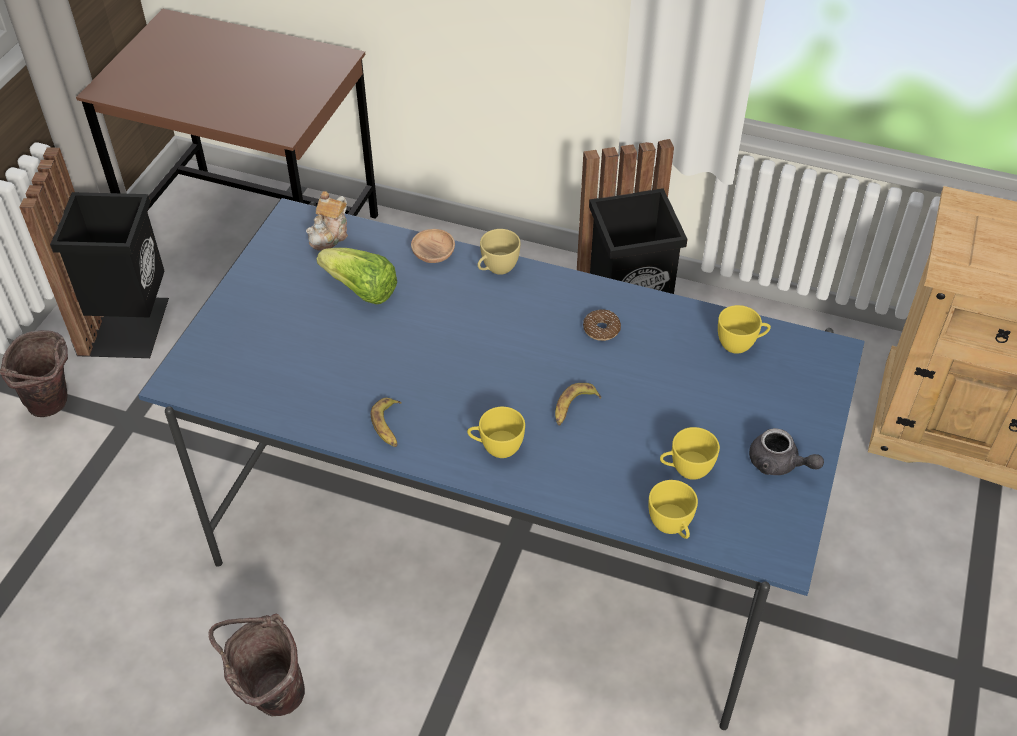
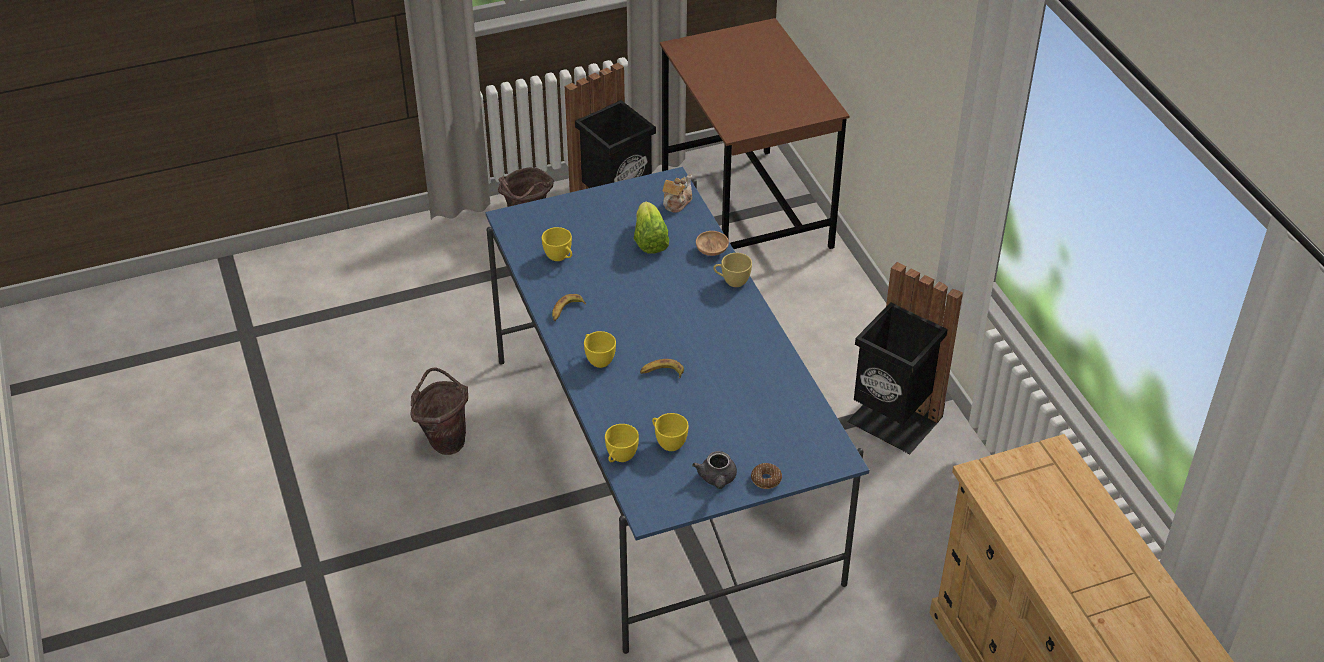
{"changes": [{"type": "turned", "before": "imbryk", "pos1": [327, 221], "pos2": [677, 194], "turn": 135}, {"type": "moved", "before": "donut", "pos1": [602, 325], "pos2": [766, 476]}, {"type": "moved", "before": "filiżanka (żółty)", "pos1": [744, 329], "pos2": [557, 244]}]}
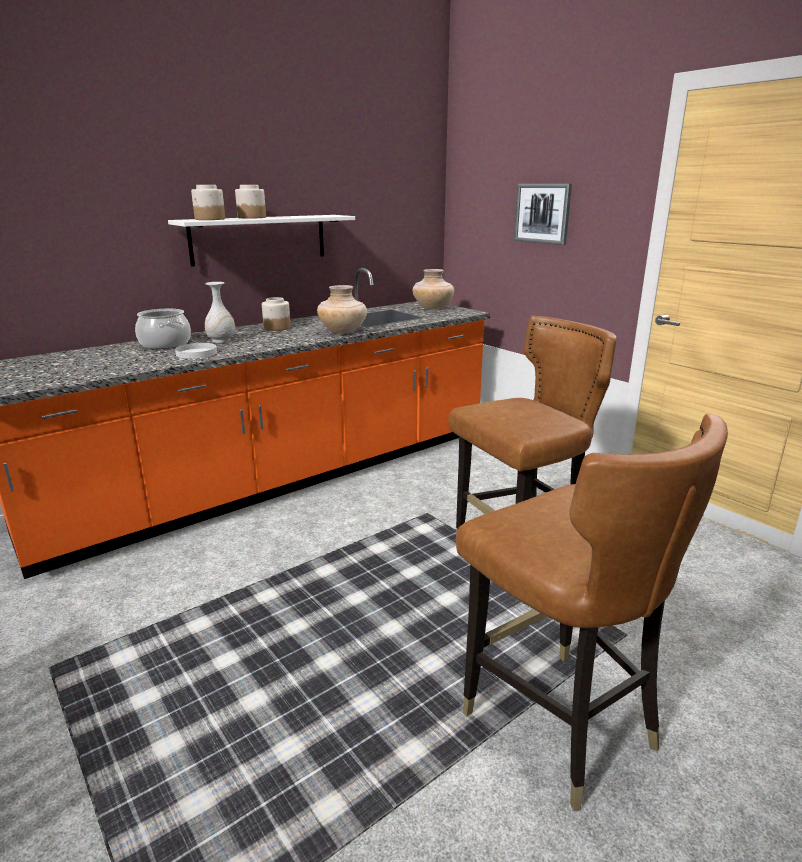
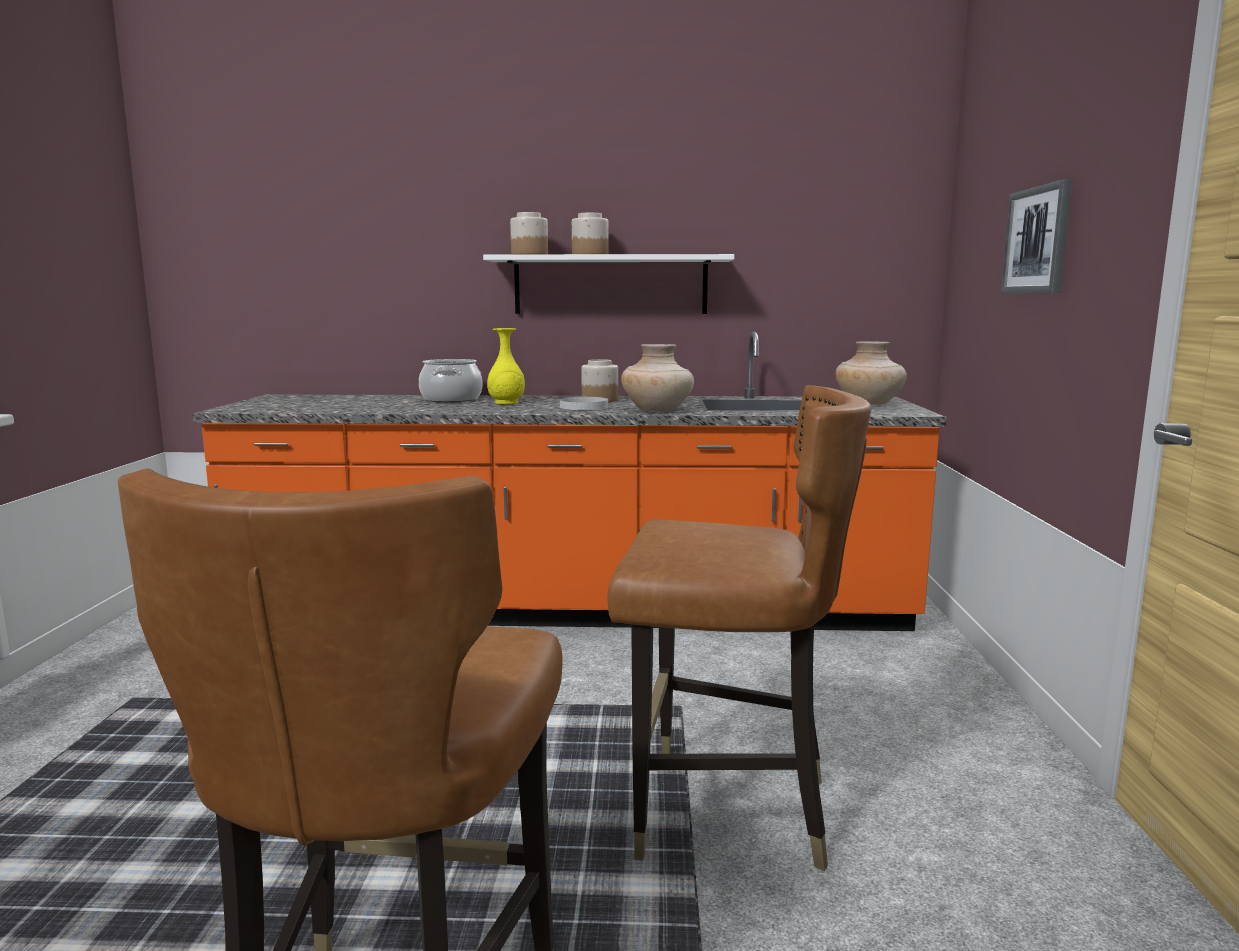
{"changes": [{"type": "moved", "before": "talerz (biały)", "pos1": [196, 351], "pos2": [584, 403]}, {"type": "recoloured", "before": "wazon (biały)", "after": "wazon (żółty)", "pos1": [220, 312], "pos2": [506, 366]}]}
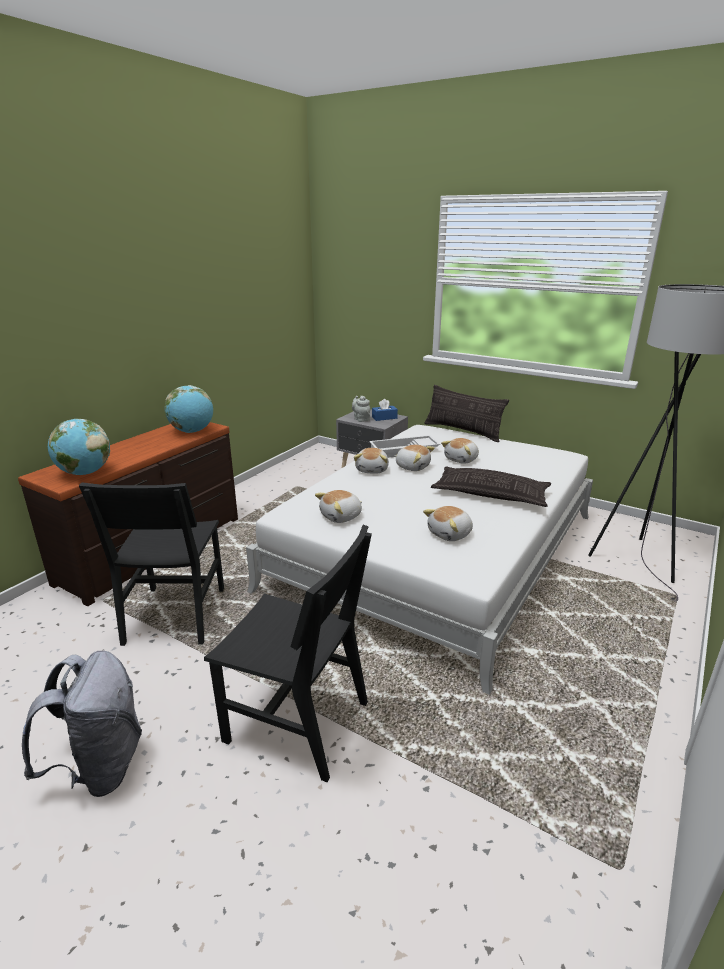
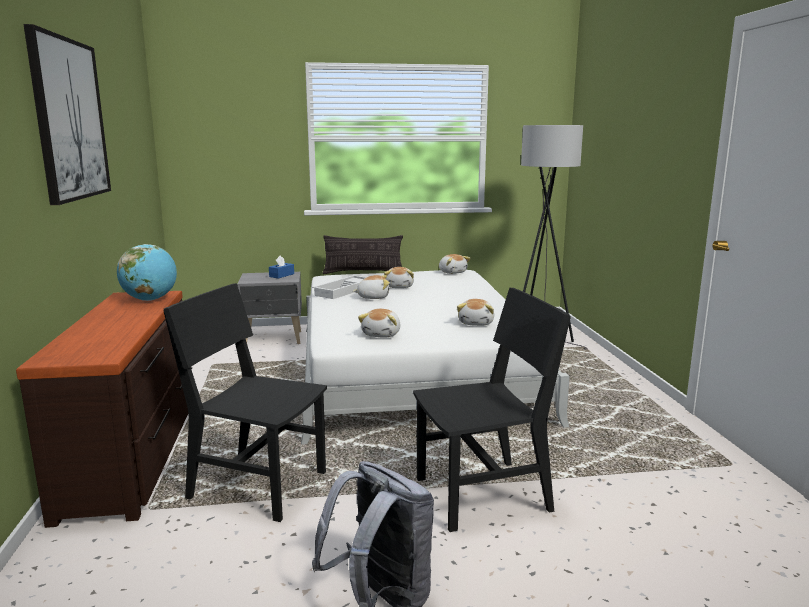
{"changes": [{"type": "removed", "before": "globus", "pos1": [79, 447]}, {"type": "turned", "before": "krzesło (czarny)", "pos1": [151, 564], "pos2": [245, 402], "turn": 150}, {"type": "removed", "before": "imbryk (szary)", "pos1": [361, 409]}, {"type": "moved", "before": "pluszak", "pos1": [371, 461], "pos2": [455, 264]}, {"type": "removed", "before": "poduszka", "pos1": [491, 487]}, {"type": "added", "after": "obraz", "pos2": [67, 114]}]}
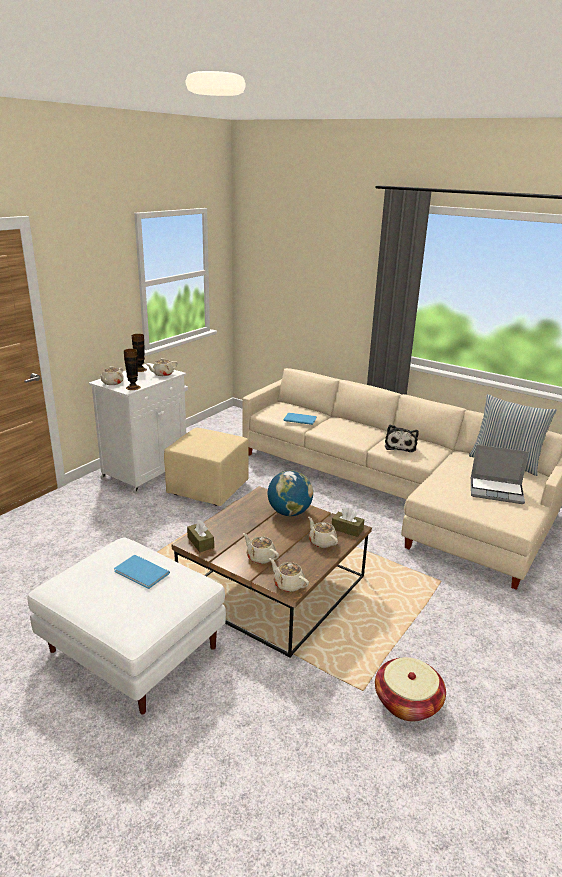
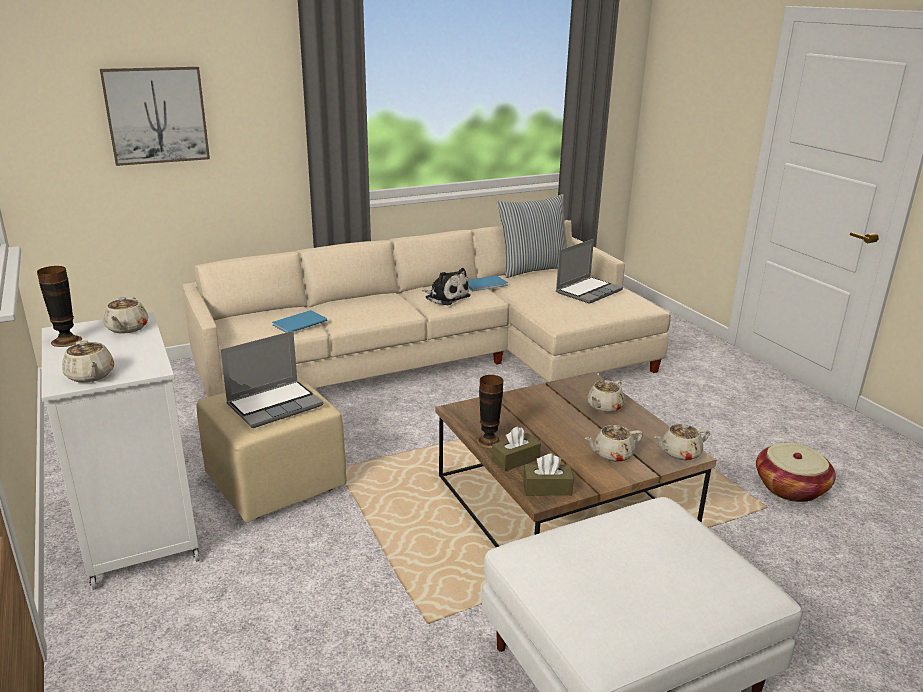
{"changes": [{"type": "moved", "before": "książka (niebieski)", "pos1": [142, 572], "pos2": [488, 283]}, {"type": "moved", "before": "wazon", "pos1": [132, 369], "pos2": [489, 411]}, {"type": "removed", "before": "globus", "pos1": [290, 493]}, {"type": "turned", "before": "imbryk (beżowy)", "pos1": [323, 532], "pos2": [606, 396], "turn": -45}, {"type": "moved", "before": "pudełko chusteczek (brązowy)", "pos1": [348, 522], "pos2": [516, 448]}, {"type": "added", "after": "obraz", "pos2": [155, 116]}, {"type": "added", "after": "laptop", "pos2": [271, 379]}]}
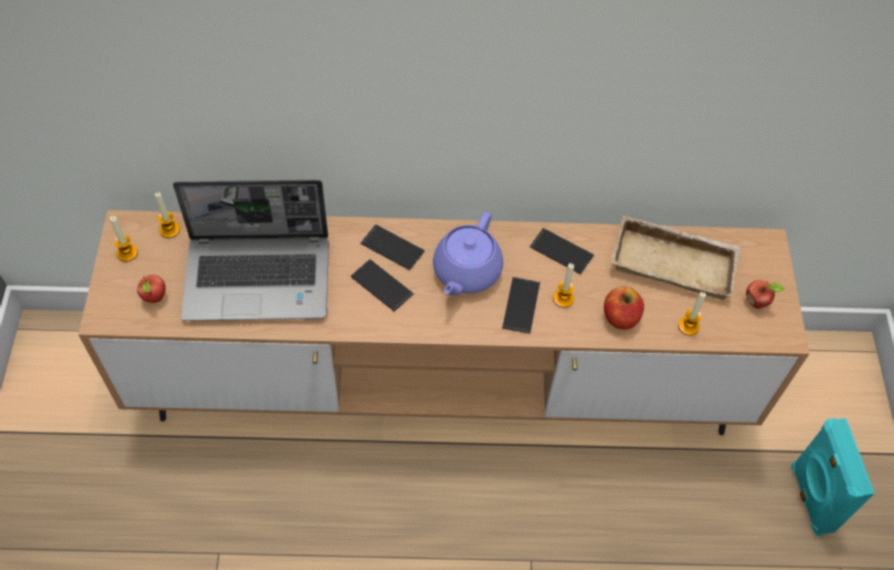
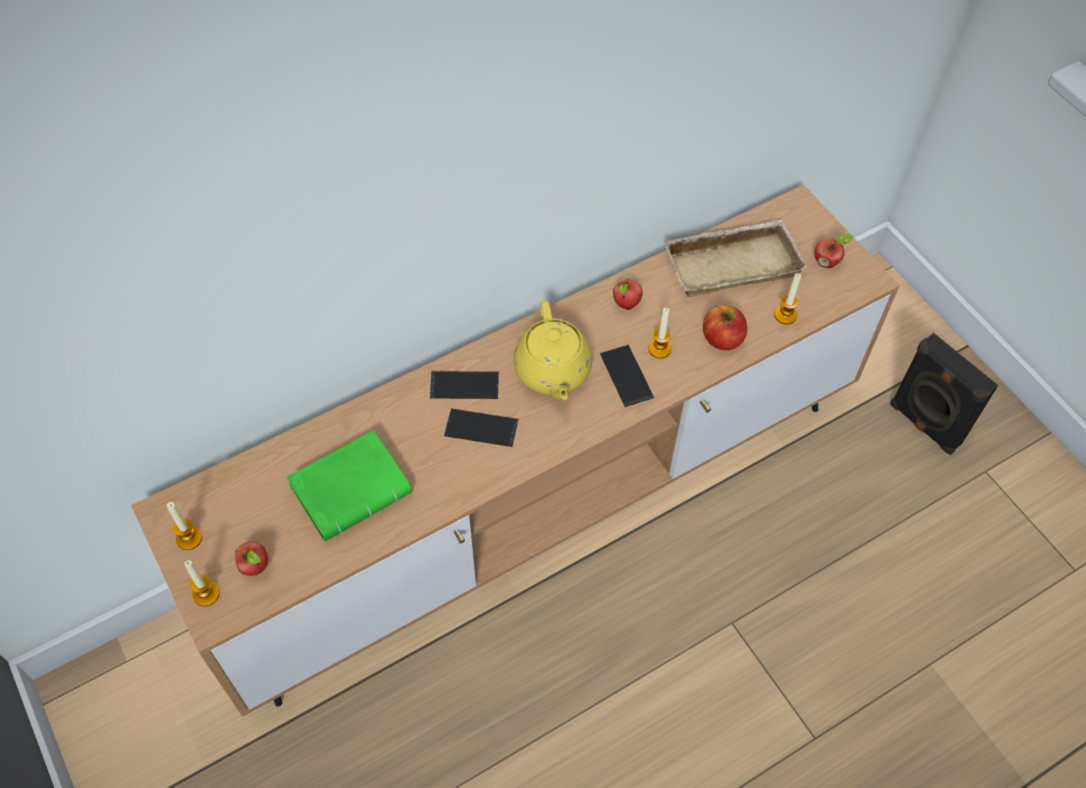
{"changes": [{"type": "moved", "before": "świeca", "pos1": [167, 215], "pos2": [202, 583]}, {"type": "replaced", "before": "laptop", "after": "książka (zielony)", "pos1": [251, 250], "pos2": [349, 485]}, {"type": "recoloured", "before": "imbryk (fioletowy)", "after": "imbryk (żółty)", "pos1": [468, 254], "pos2": [553, 350]}, {"type": "replaced", "before": "telefon", "after": "jabłko", "pos1": [562, 251], "pos2": [628, 294]}, {"type": "recoloured", "before": "głośnik (turkusowy)", "after": "głośnik (czarny)", "pos1": [833, 477], "pos2": [944, 394]}]}
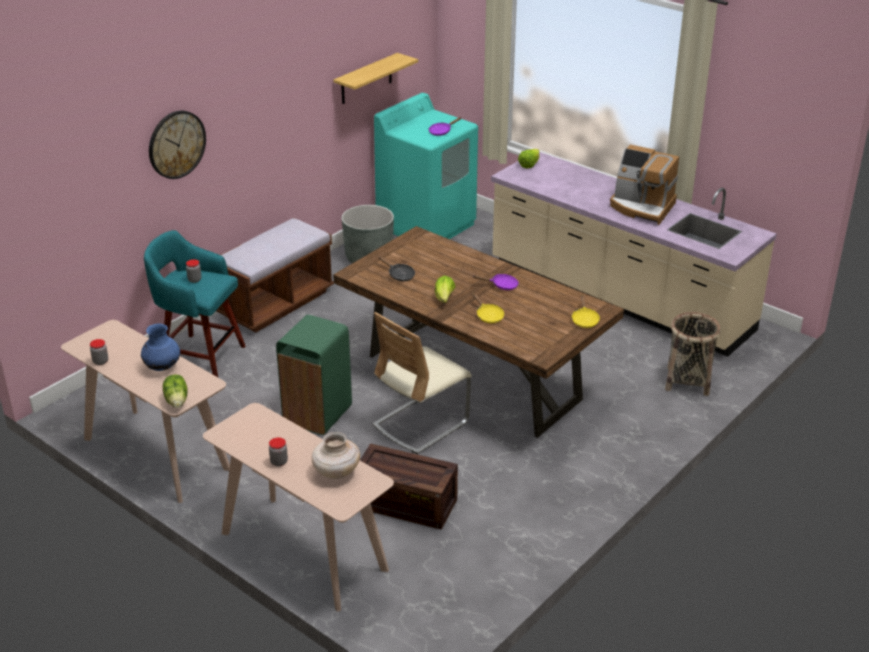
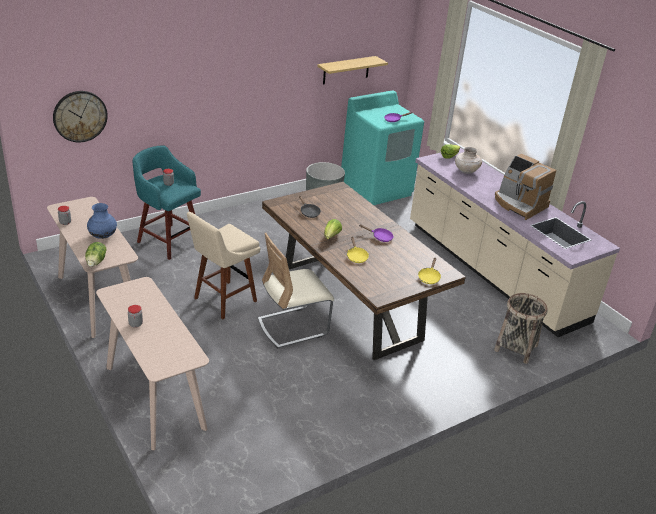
{"changes": [{"type": "moved", "before": "zegar ścienny", "pos1": [177, 145], "pos2": [80, 116]}, {"type": "removed", "before": "ławka (brązowy)", "pos1": [275, 275]}, {"type": "replaced", "before": "kosz na śmieci (zielony)", "after": "stołek (beżowy)", "pos1": [314, 375], "pos2": [223, 265]}, {"type": "moved", "before": "wazon (beżowy)", "pos1": [336, 455], "pos2": [468, 160]}, {"type": "removed", "before": "skrzynka", "pos1": [409, 486]}]}
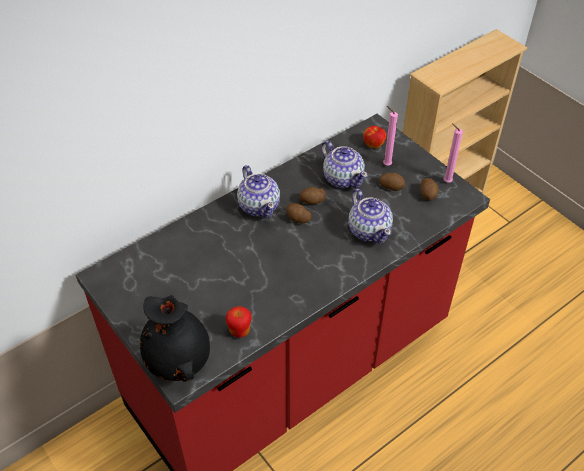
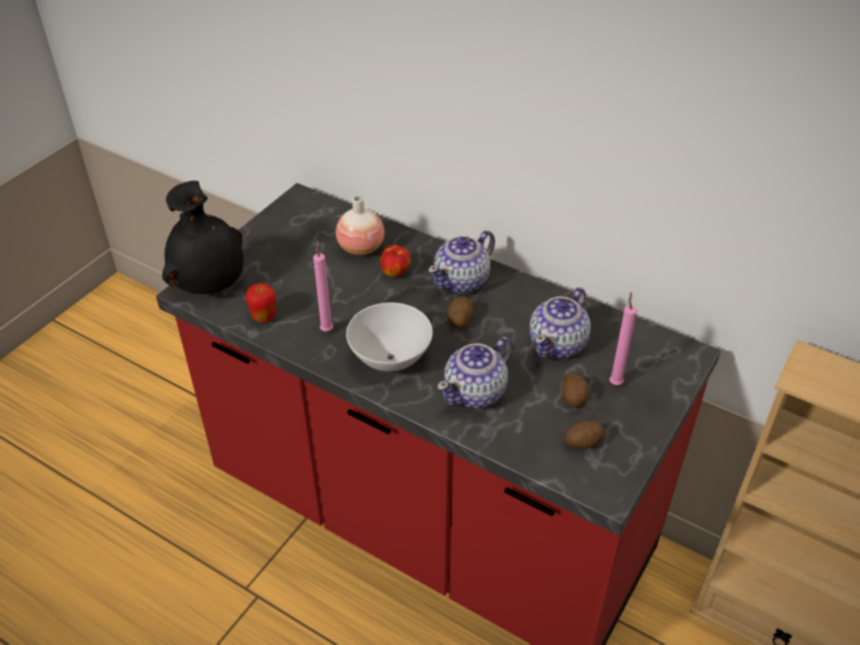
{"changes": [{"type": "removed", "before": "ziemniak", "pos1": [312, 196]}, {"type": "moved", "before": "jabłko", "pos1": [374, 137], "pos2": [395, 261]}, {"type": "moved", "before": "świeca (różowy)", "pos1": [453, 153], "pos2": [323, 285]}, {"type": "added", "after": "wazon", "pos2": [360, 225]}, {"type": "added", "after": "miska (biały)", "pos2": [389, 337]}]}
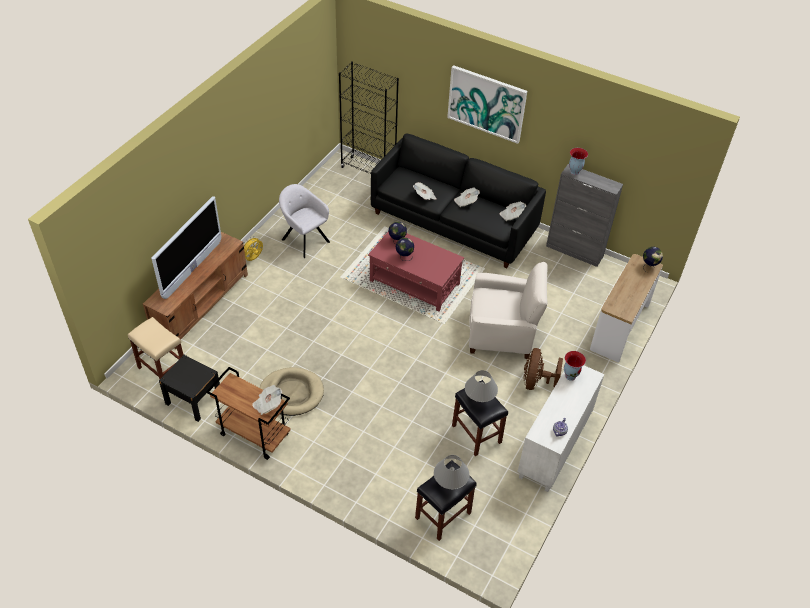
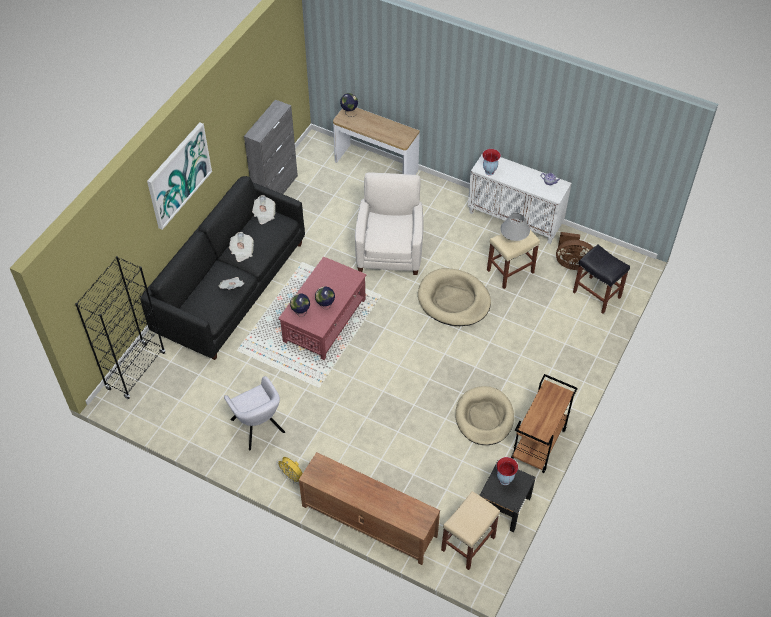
{"changes": [{"type": "removed", "before": "telewizor", "pos1": [186, 247]}, {"type": "removed", "before": "gazeta", "pos1": [267, 400]}, {"type": "turned", "before": "fotel (szary)", "pos1": [304, 221], "pos2": [254, 413], "turn": -75}, {"type": "removed", "before": "lampa stołowa (szary)", "pos1": [452, 472]}, {"type": "recoloured", "before": "stołek (czarny)", "after": "stołek (beżowy)", "pos1": [480, 418], "pos2": [513, 255]}, {"type": "moved", "before": "wentylator (brązowy)", "pos1": [543, 369], "pos2": [574, 251]}, {"type": "moved", "before": "wazon", "pos1": [578, 161], "pos2": [507, 471]}, {"type": "added", "after": "legowisko (beżowy)", "pos2": [454, 297]}]}
